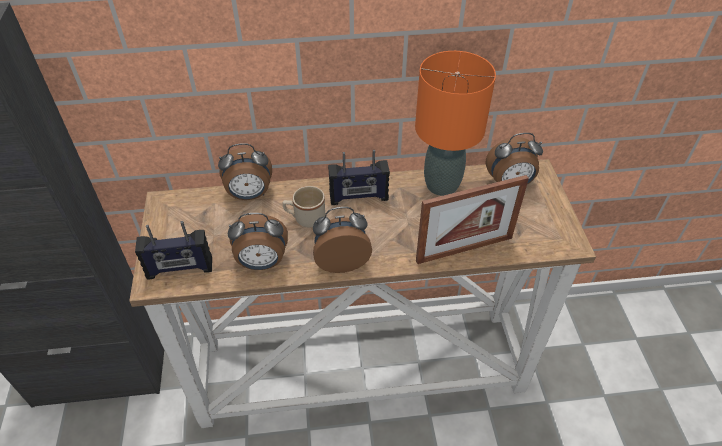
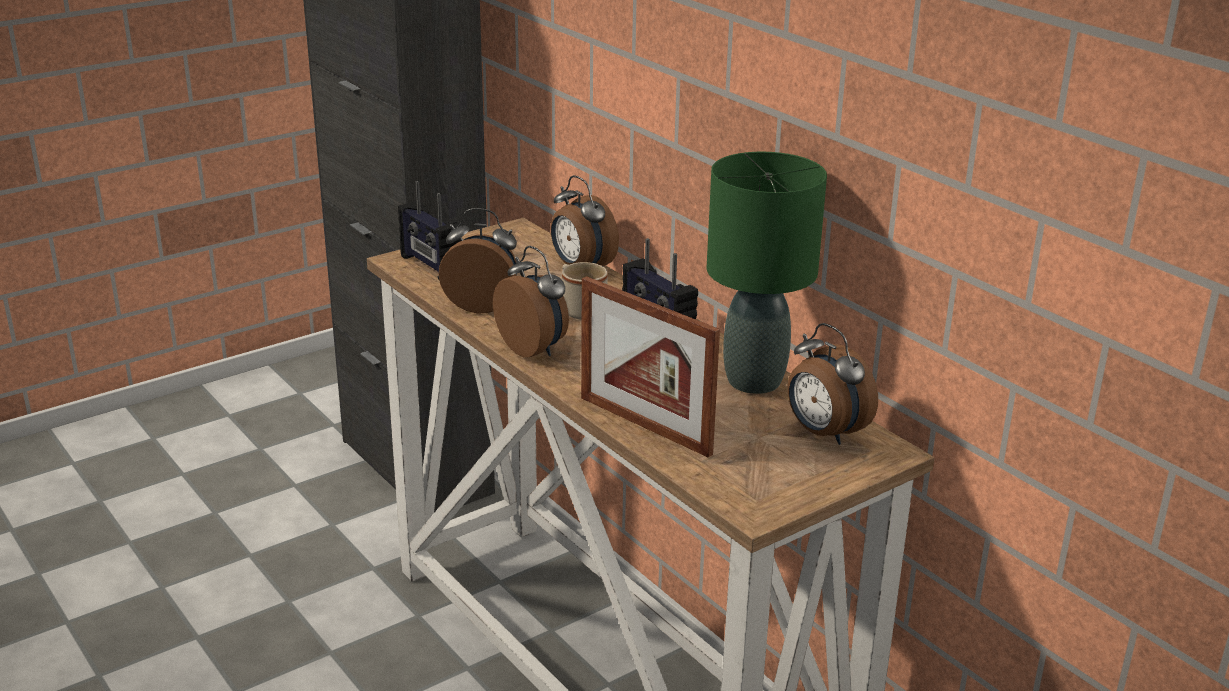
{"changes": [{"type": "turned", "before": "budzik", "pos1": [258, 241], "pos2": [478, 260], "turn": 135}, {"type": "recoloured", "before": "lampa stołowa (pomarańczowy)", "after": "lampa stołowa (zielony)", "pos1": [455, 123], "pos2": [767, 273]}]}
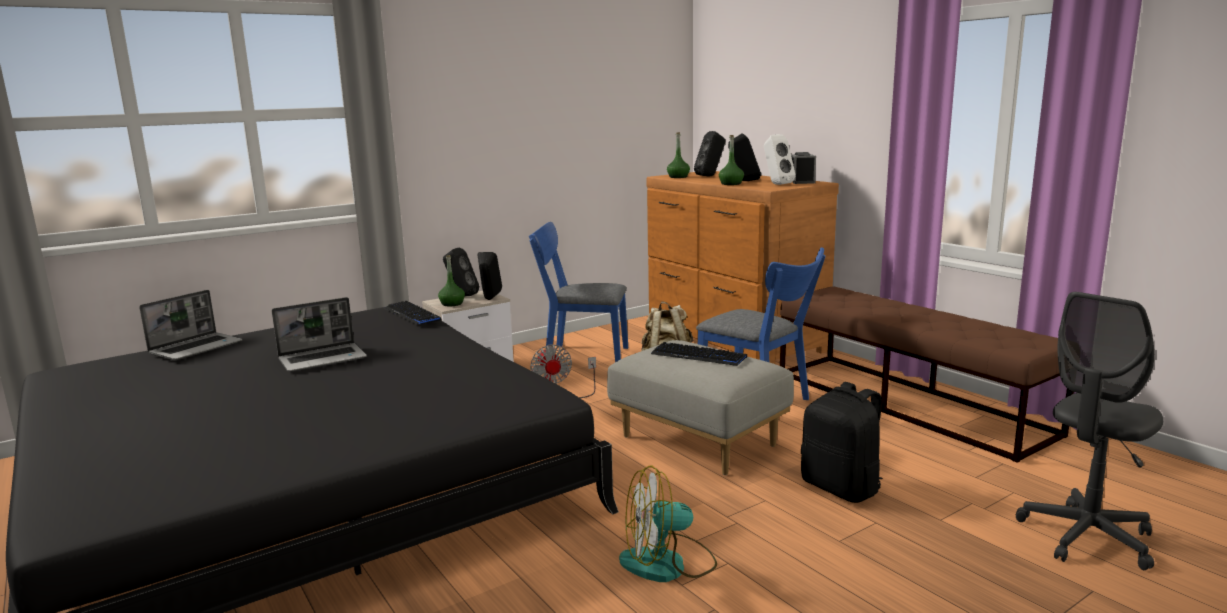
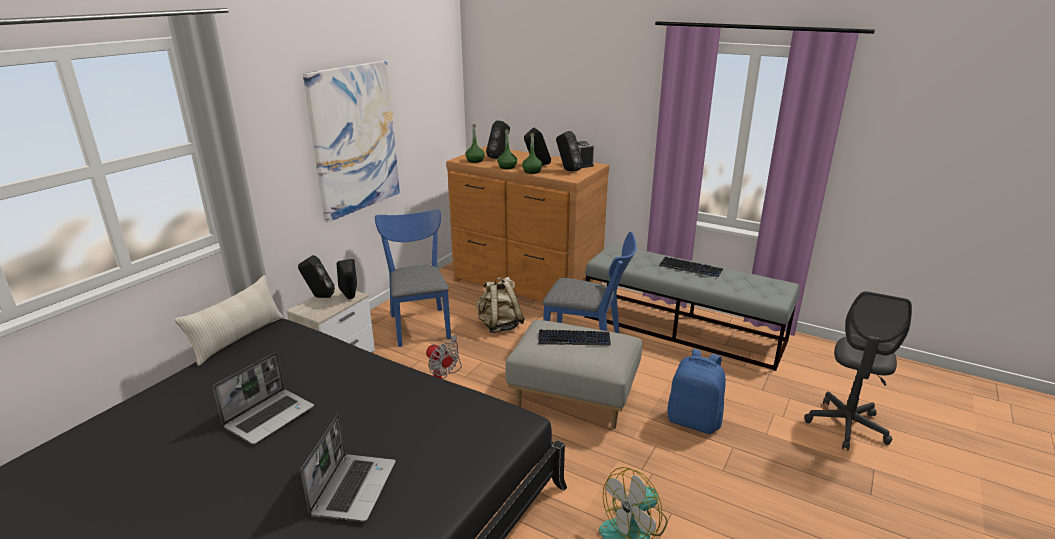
{"changes": [{"type": "moved", "before": "laptop", "pos1": [190, 325], "pos2": [348, 468]}, {"type": "moved", "before": "klawiatura", "pos1": [412, 313], "pos2": [691, 267]}, {"type": "moved", "before": "butelka (zielony)", "pos1": [451, 280], "pos2": [507, 149]}, {"type": "turned", "before": "krzesło (niebieski)", "pos1": [578, 292], "pos2": [413, 278], "turn": 90}, {"type": "recoloured", "before": "głośnik (biały)", "after": "głośnik (czarny)", "pos1": [780, 159], "pos2": [569, 151]}, {"type": "recoloured", "before": "ławka (brązowy)", "after": "ławka (szary)", "pos1": [927, 374], "pos2": [692, 307]}, {"type": "recoloured", "before": "plecak (czarny)", "after": "plecak (niebieski)", "pos1": [842, 442], "pos2": [696, 391]}, {"type": "added", "after": "poduszka (beżowy)", "pos2": [229, 320]}, {"type": "added", "after": "obraz", "pos2": [351, 141]}]}
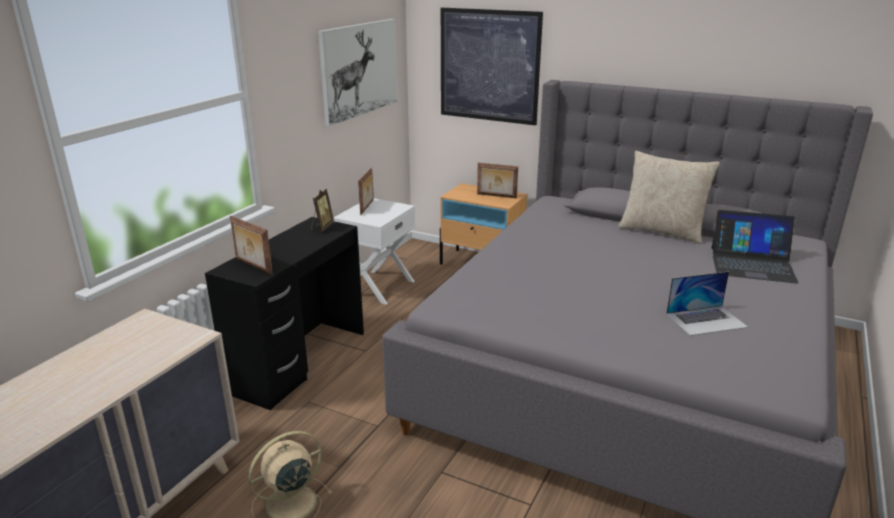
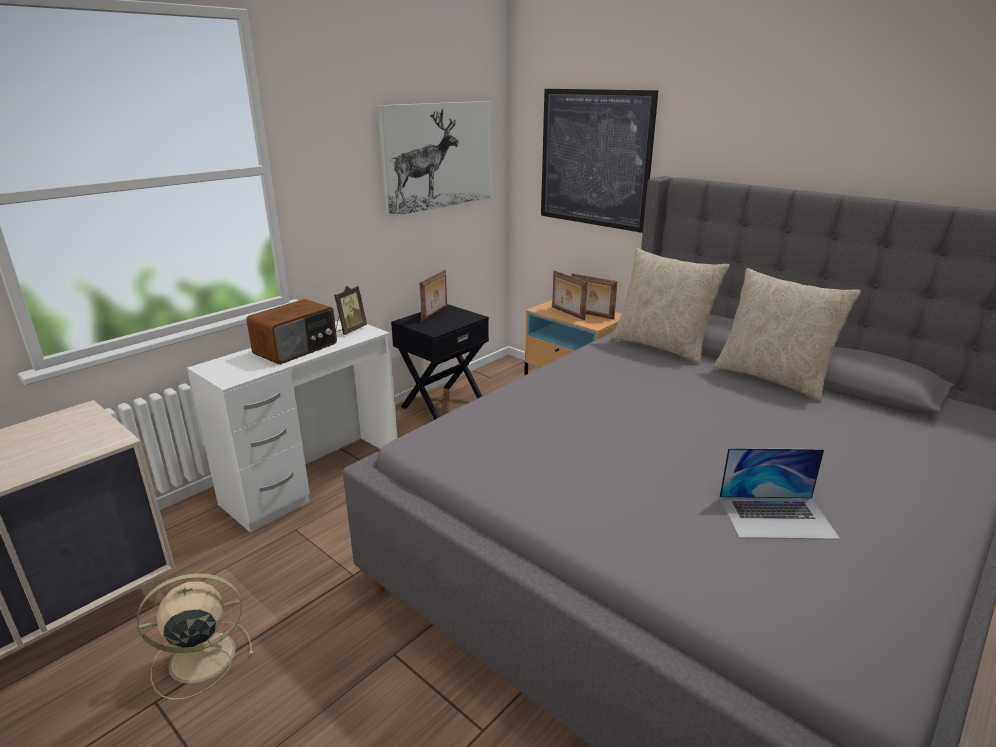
{"changes": [{"type": "recoloured", "before": "biurko (czarny)", "after": "biurko (biały)", "pos1": [284, 313], "pos2": [292, 427]}, {"type": "moved", "before": "ramka na zdjęcie", "pos1": [251, 245], "pos2": [569, 295]}, {"type": "recoloured", "before": "szafka nocna (biały)", "after": "szafka nocna (czarny)", "pos1": [374, 251], "pos2": [440, 362]}, {"type": "removed", "before": "laptop", "pos1": [755, 247]}, {"type": "added", "after": "radio", "pos2": [291, 331]}, {"type": "added", "after": "poduszka (beżowy)", "pos2": [670, 306]}]}
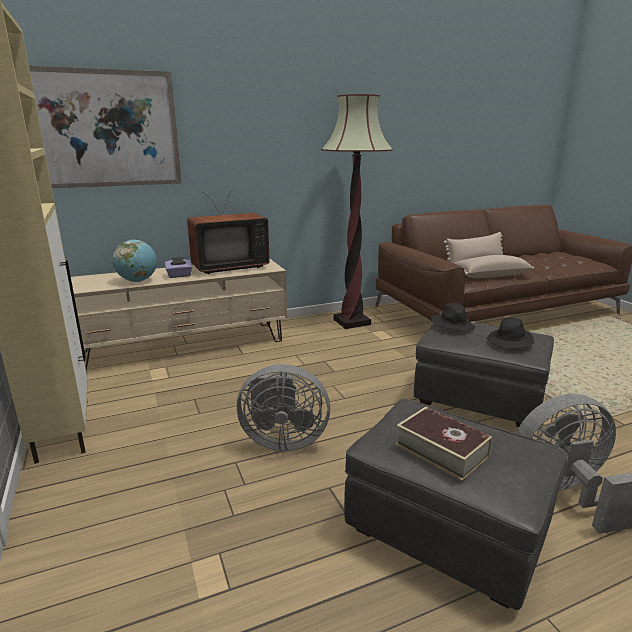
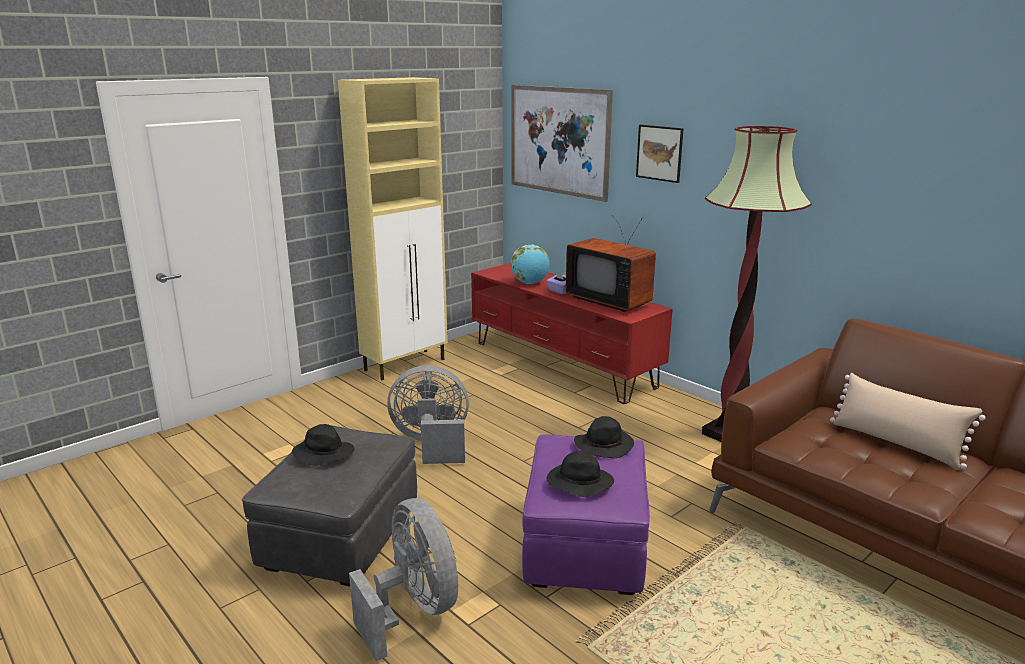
{"changes": [{"type": "recoloured", "before": "szafka pod telewizor (beżowy)", "after": "szafka pod telewizor (czerwony)", "pos1": [179, 314], "pos2": [572, 333]}, {"type": "turned", "before": "wentylator (szary)", "pos1": [283, 407], "pos2": [428, 414], "turn": 105}, {"type": "replaced", "before": "książka", "after": "kapelusz (czarny)", "pos1": [443, 444], "pos2": [323, 445]}, {"type": "recoloured", "before": "pufa (szary)", "after": "pufa (fioletowy)", "pos1": [484, 374], "pos2": [586, 514]}, {"type": "removed", "before": "poduszka (beżowy)", "pos1": [494, 266]}, {"type": "added", "after": "obraz", "pos2": [660, 154]}]}
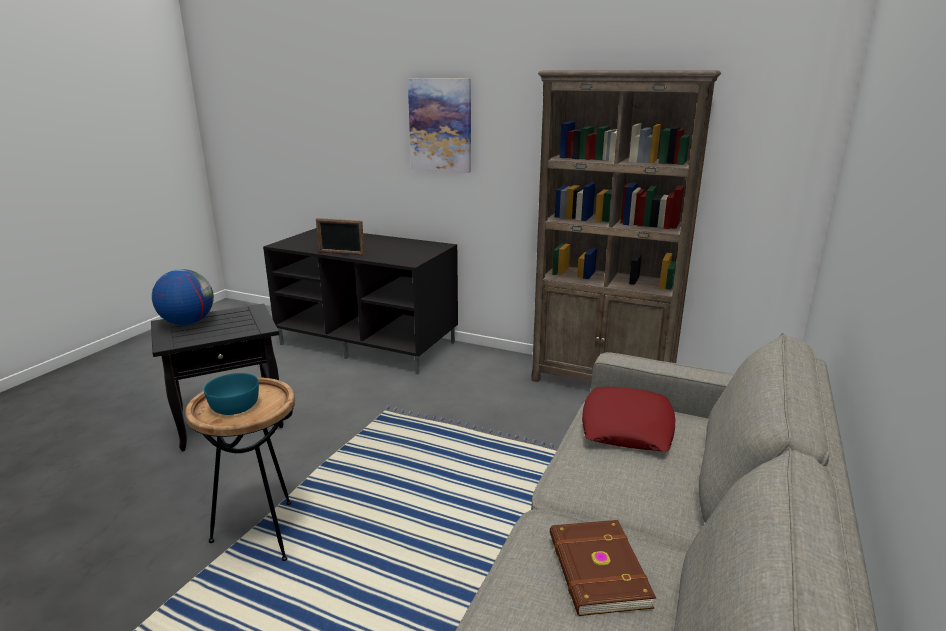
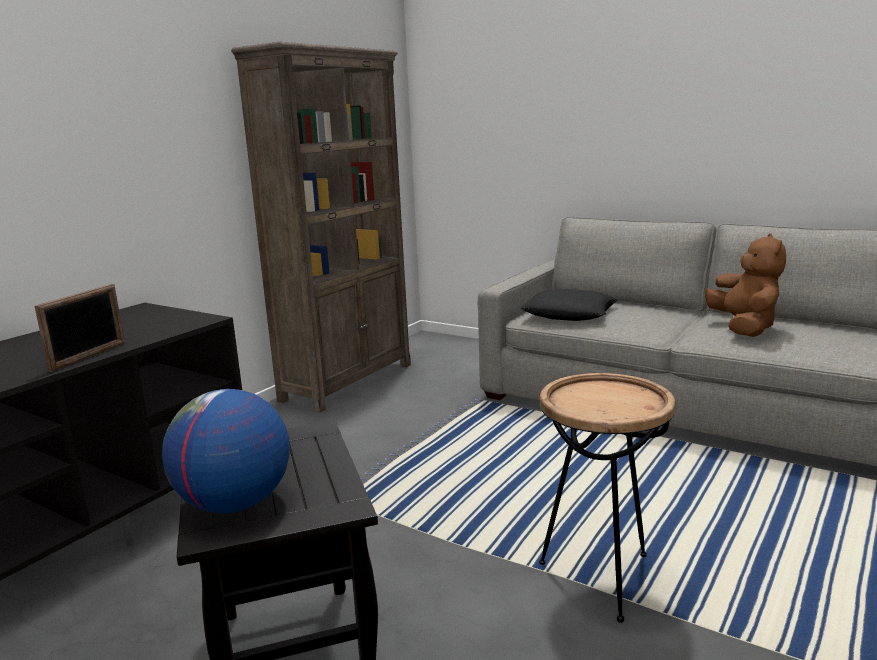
{"changes": [{"type": "removed", "before": "miska (turkusowy)", "pos1": [231, 394]}, {"type": "removed", "before": "obraz", "pos1": [439, 125]}, {"type": "replaced", "before": "książka (brązowy)", "after": "pluszak (brązowy)", "pos1": [603, 568], "pos2": [745, 285]}, {"type": "recoloured", "before": "poduszka (czerwony)", "after": "poduszka (czarny)", "pos1": [628, 419], "pos2": [569, 305]}]}
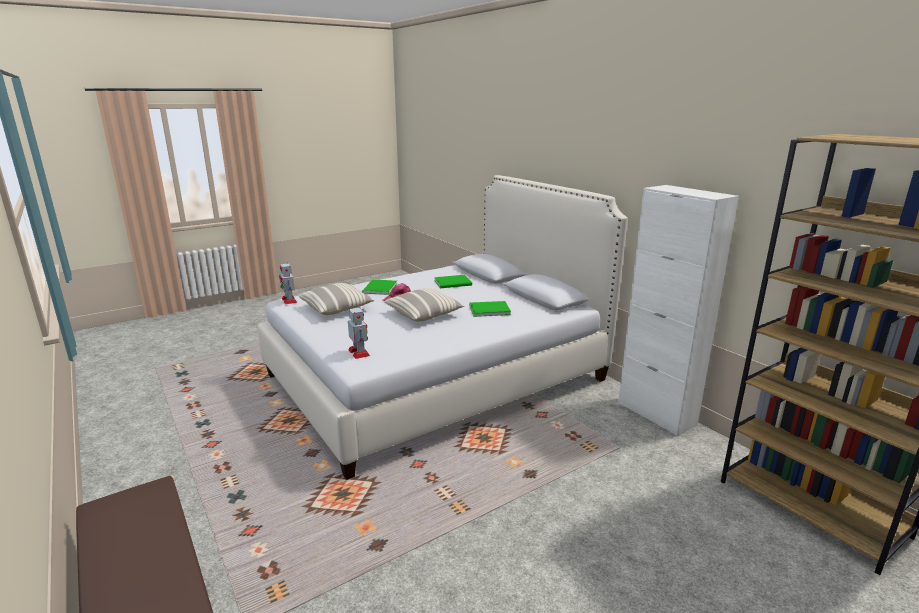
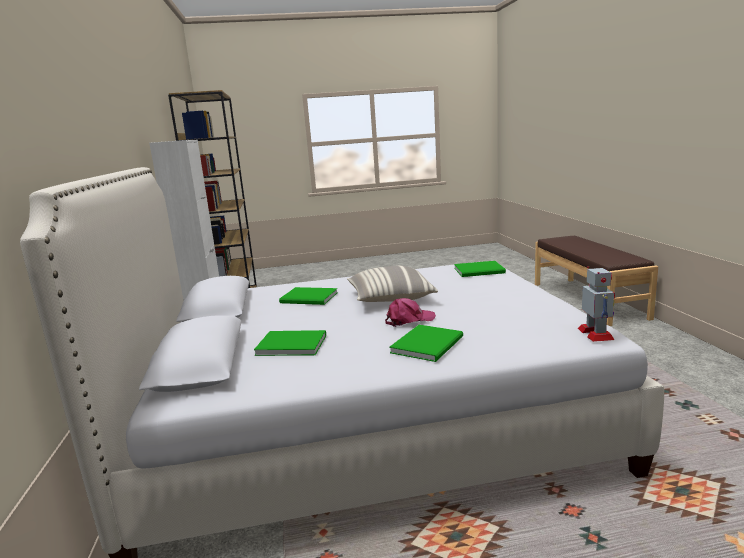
{"changes": [{"type": "removed", "before": "poduszka", "pos1": [337, 299]}, {"type": "replaced", "before": "robot zabawkowy", "after": "książka (zielony)", "pos1": [359, 333], "pos2": [480, 269]}]}
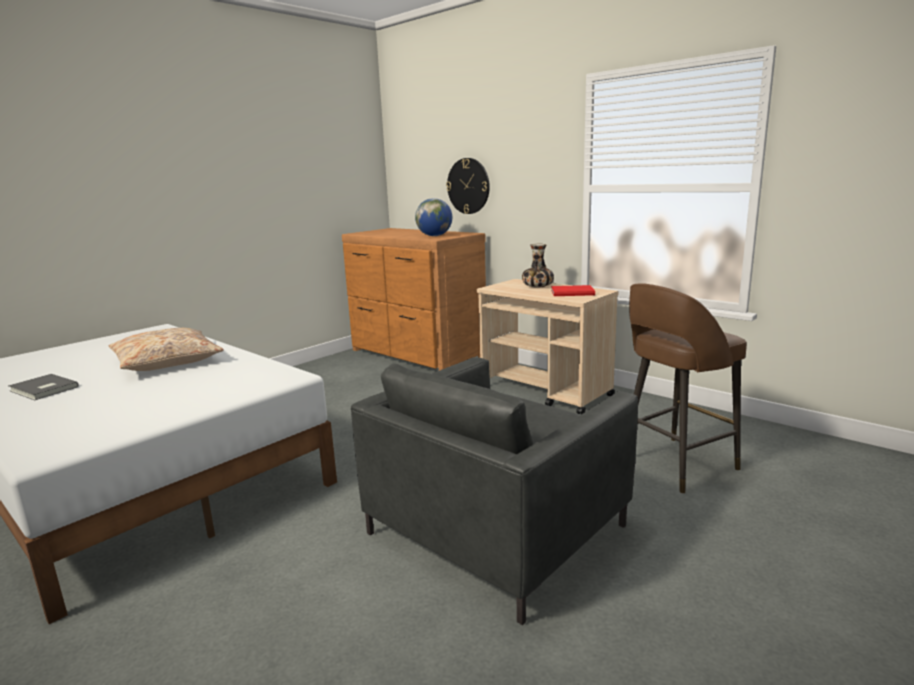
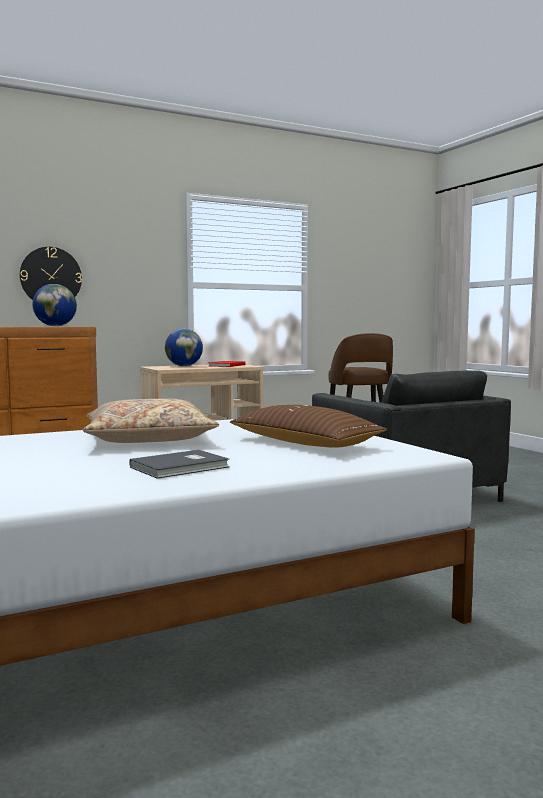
{"changes": [{"type": "replaced", "before": "wazon", "after": "globus", "pos1": [538, 265], "pos2": [184, 347]}, {"type": "added", "after": "poduszka (brązowy)", "pos2": [308, 426]}]}
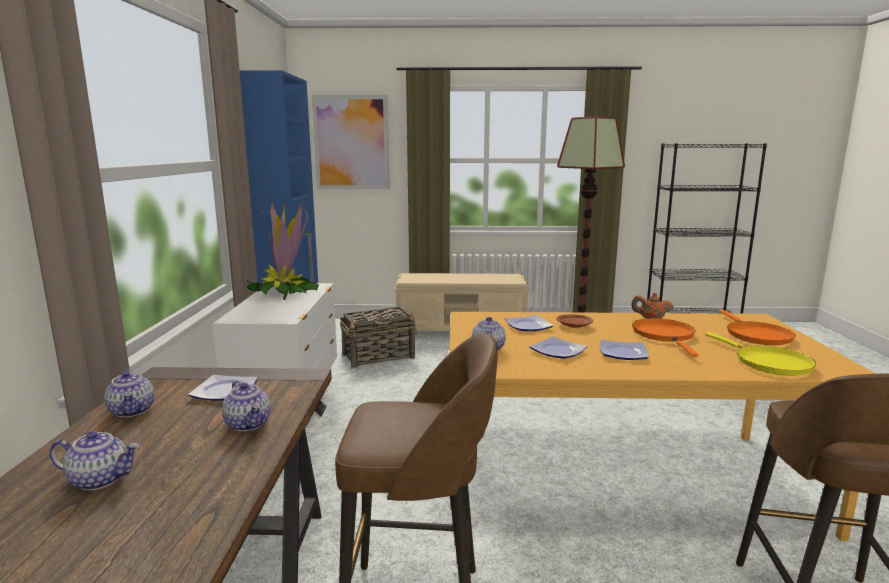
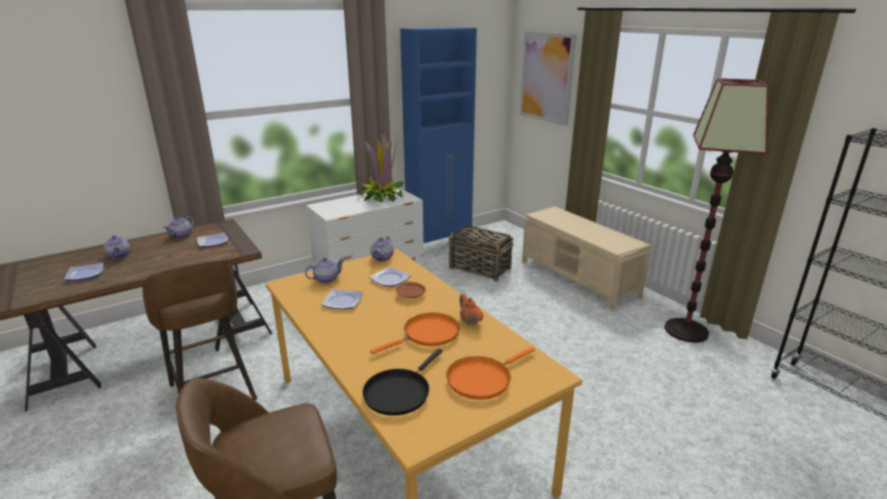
{"changes": [{"type": "moved", "before": "imbryk", "pos1": [246, 406], "pos2": [381, 248]}, {"type": "moved", "before": "talerz", "pos1": [624, 350], "pos2": [84, 272]}, {"type": "recoloured", "before": "patelnia (żółty)", "after": "patelnia (czarny)", "pos1": [760, 354], "pos2": [402, 382]}]}
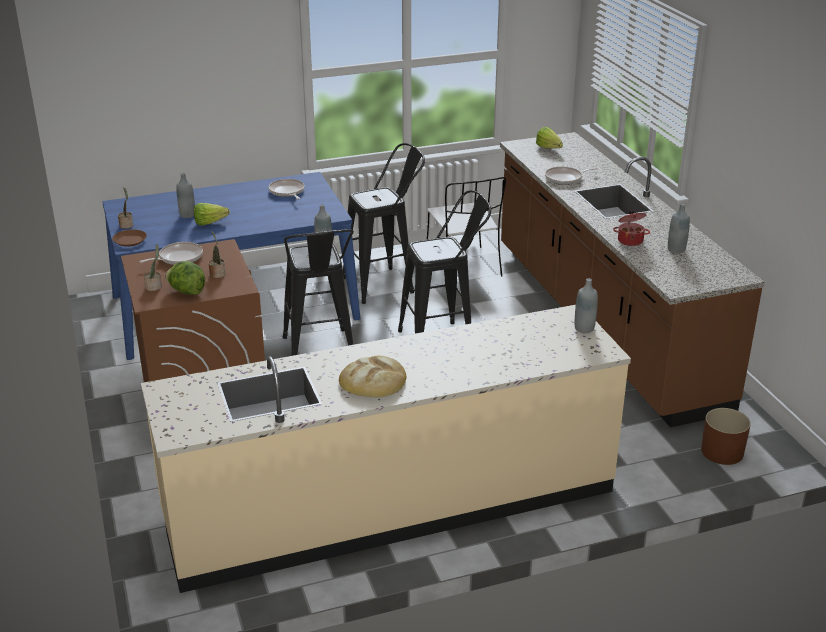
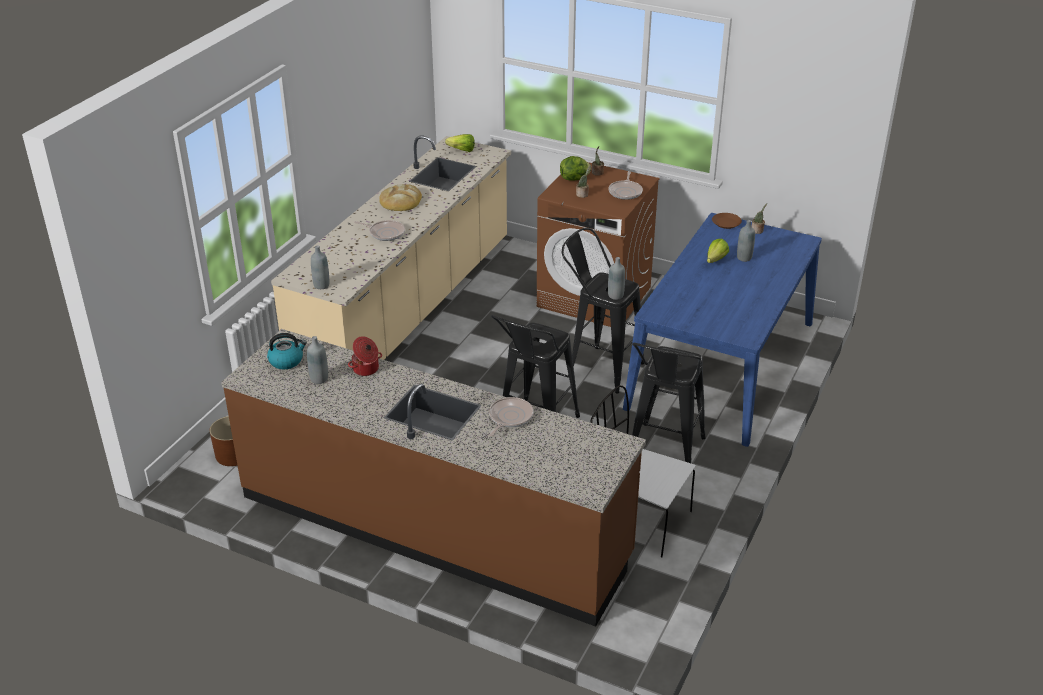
{"changes": [{"type": "moved", "before": "patelnia", "pos1": [286, 189], "pos2": [379, 230]}, {"type": "moved", "before": "sałata", "pos1": [549, 138], "pos2": [460, 143]}, {"type": "added", "after": "czajnik", "pos2": [287, 351]}]}
